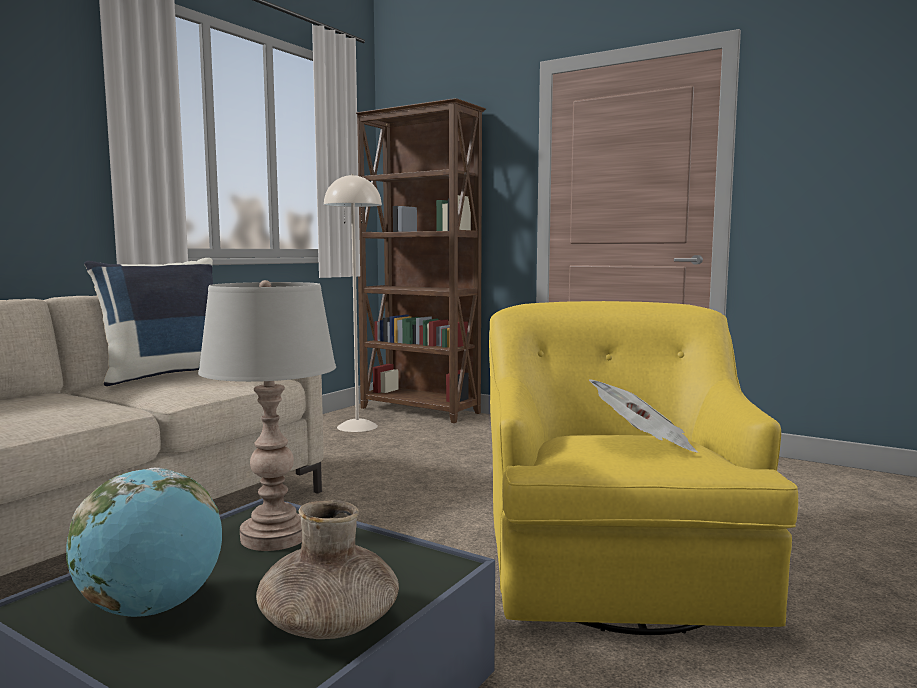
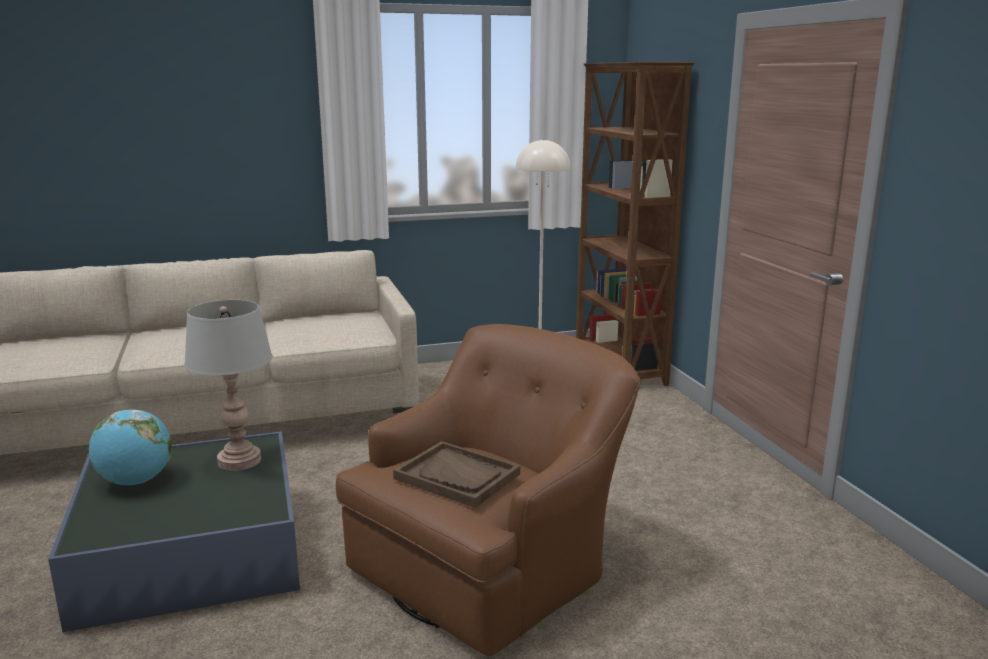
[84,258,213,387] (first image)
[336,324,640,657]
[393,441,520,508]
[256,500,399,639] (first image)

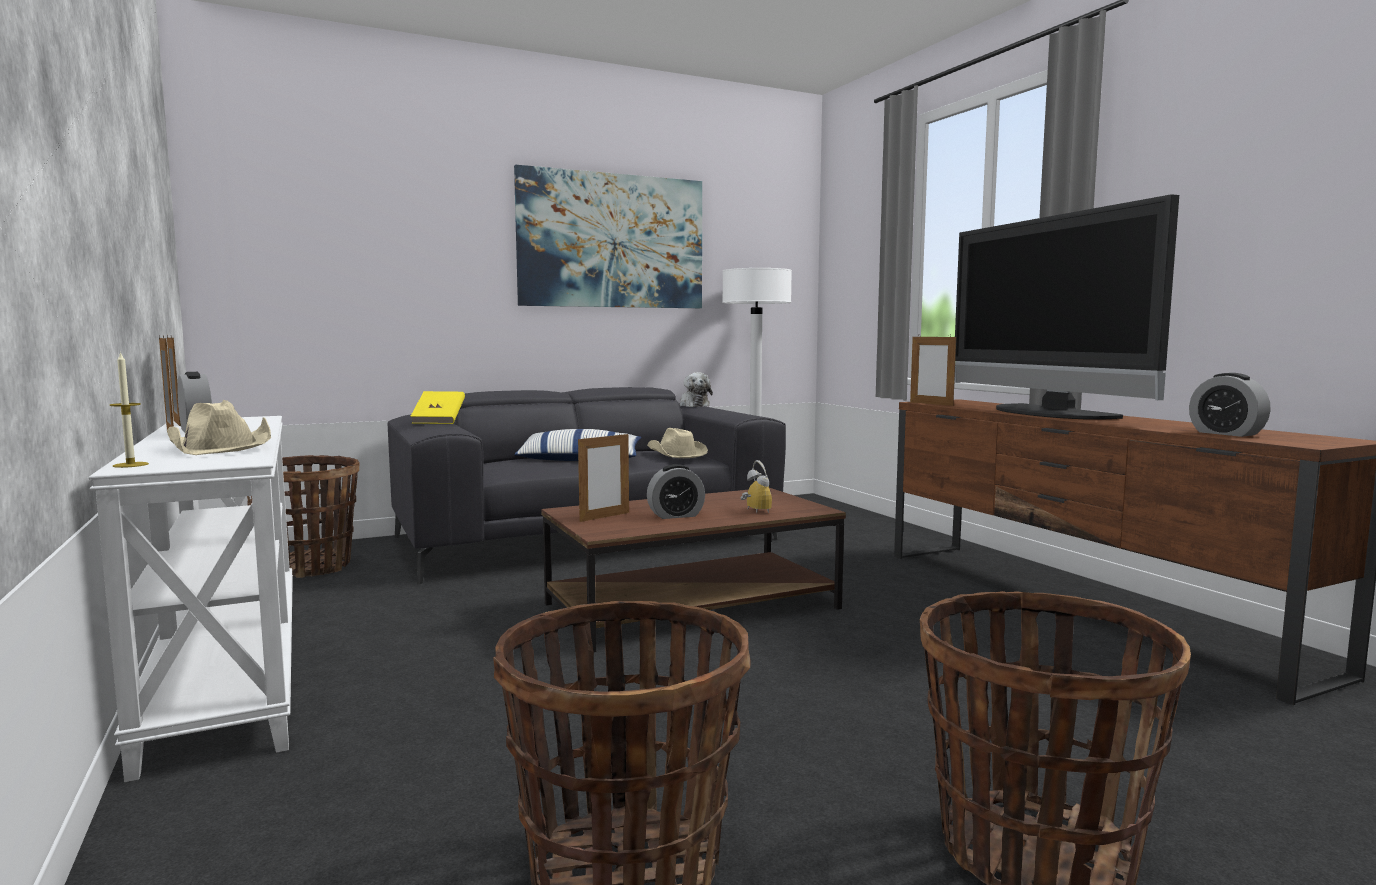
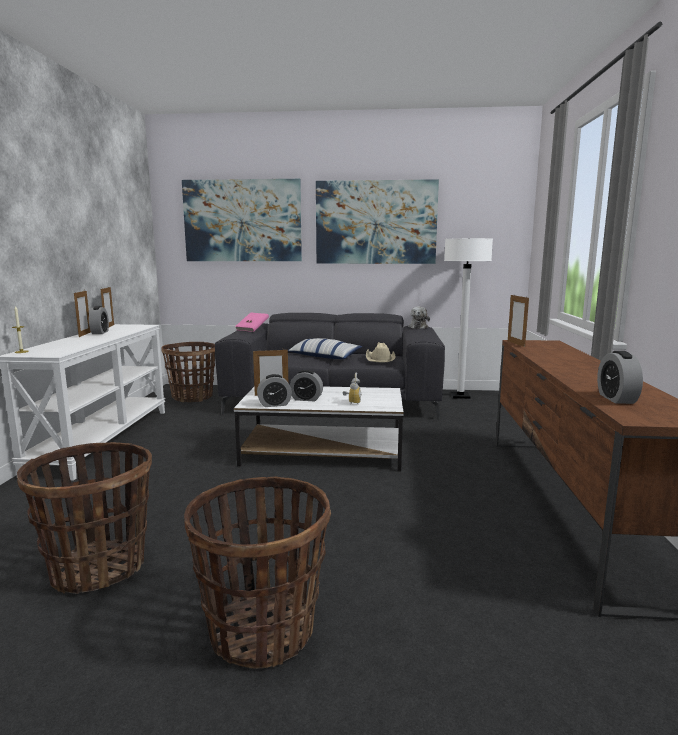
[955,194,1179,420] (first image)
[235,313,269,332]
[167,400,271,455] (first image)
[234,387,404,472]
[182,179,302,261]
[257,374,292,407]

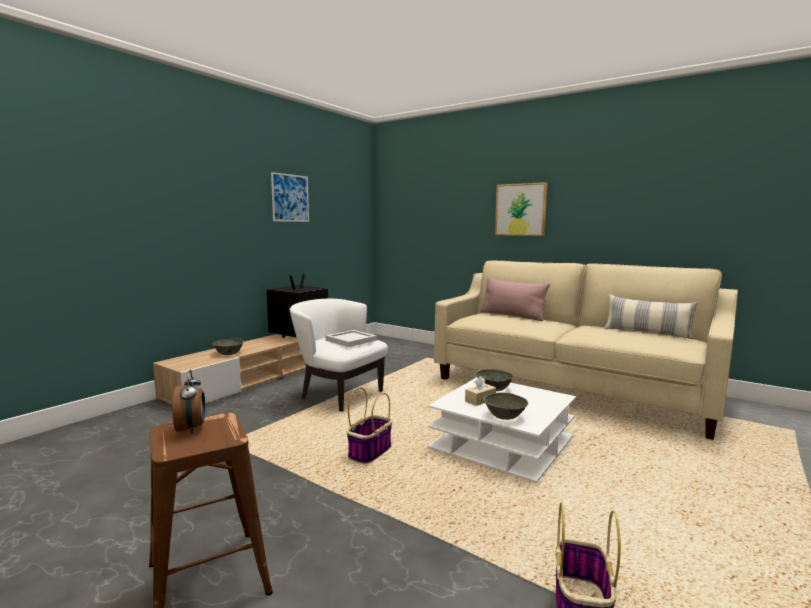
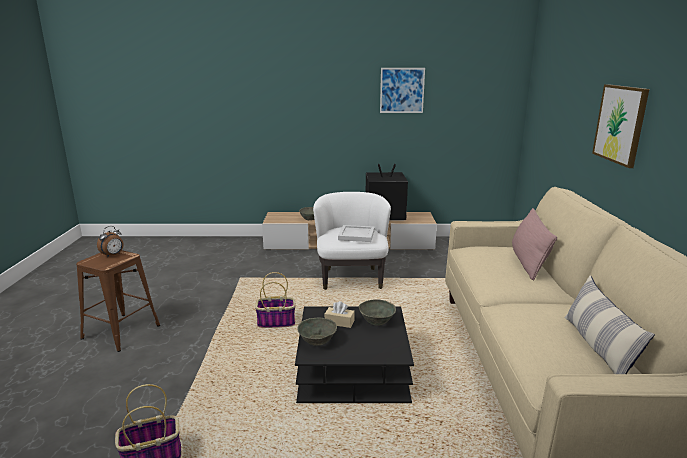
[295,307,414,403]

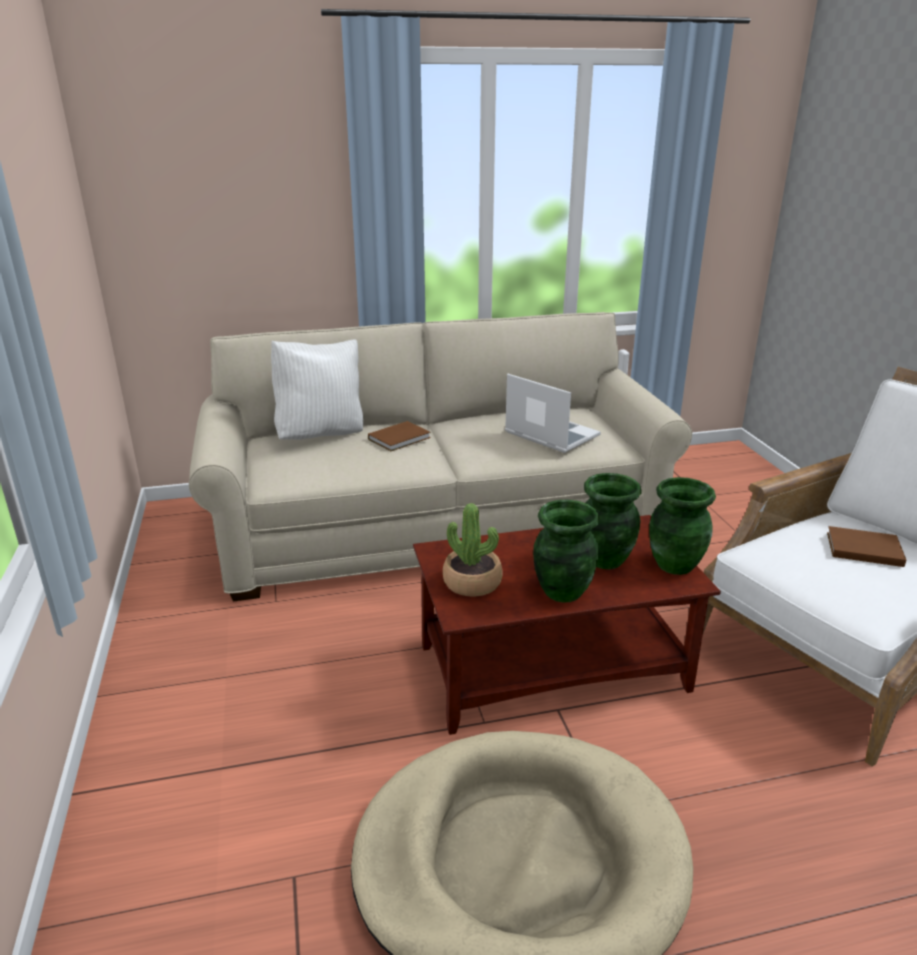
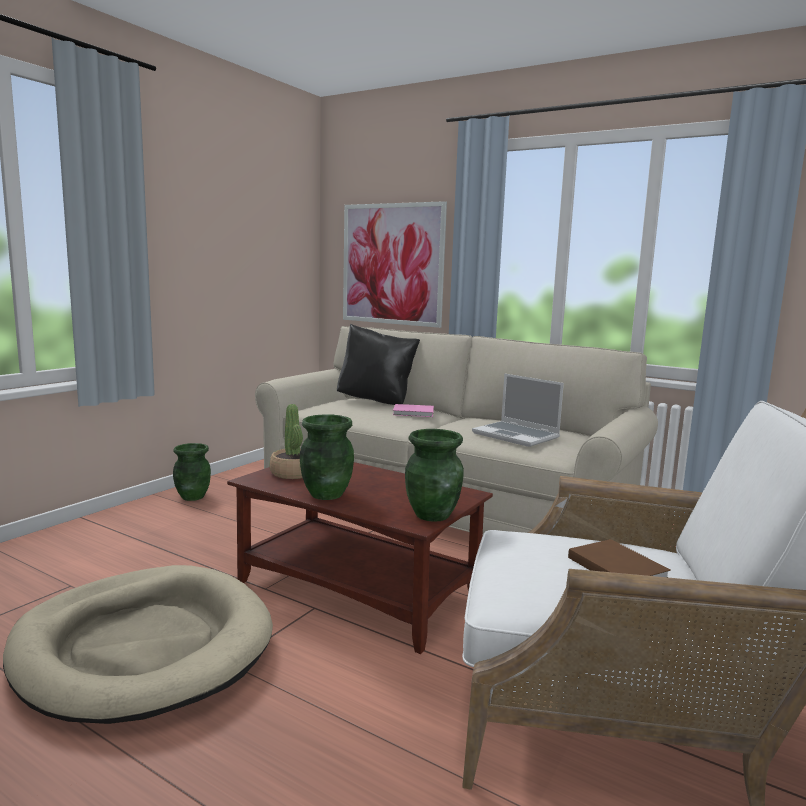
[337,323,420,405]
[472,374,564,447]
[393,404,434,417]
[173,443,211,501]
[343,201,447,328]

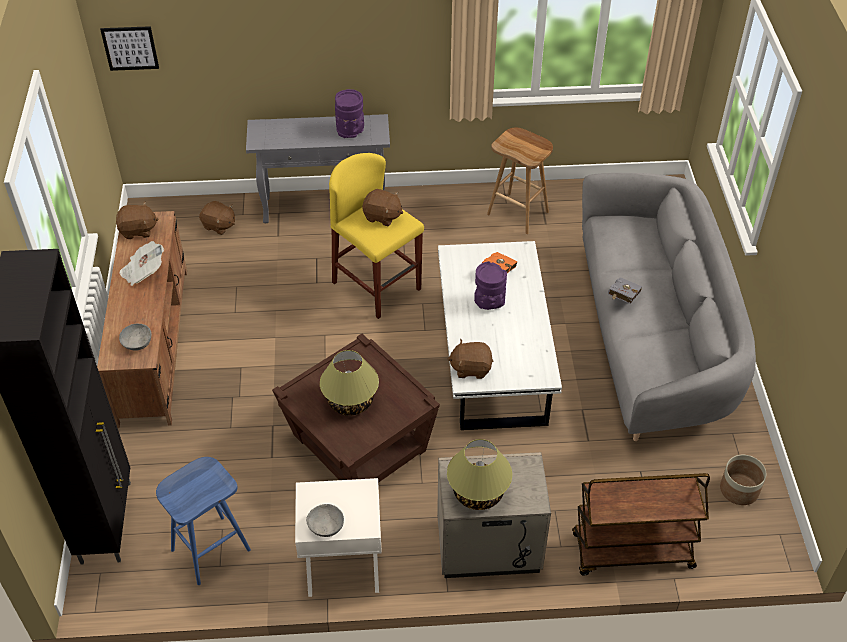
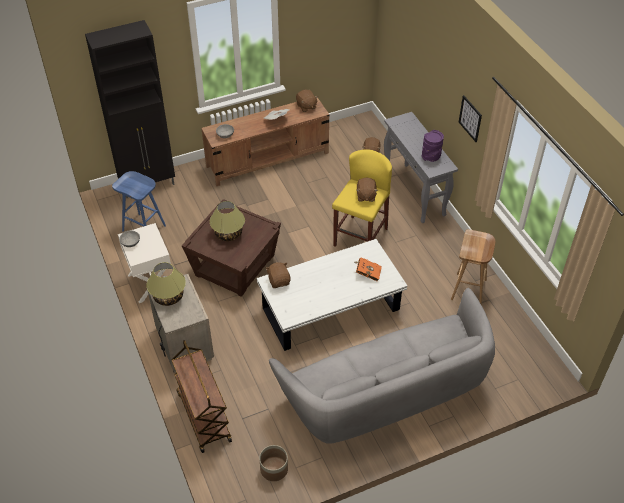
[459,95,482,142]
[474,261,507,310] (first image)
[608,277,643,304] (first image)

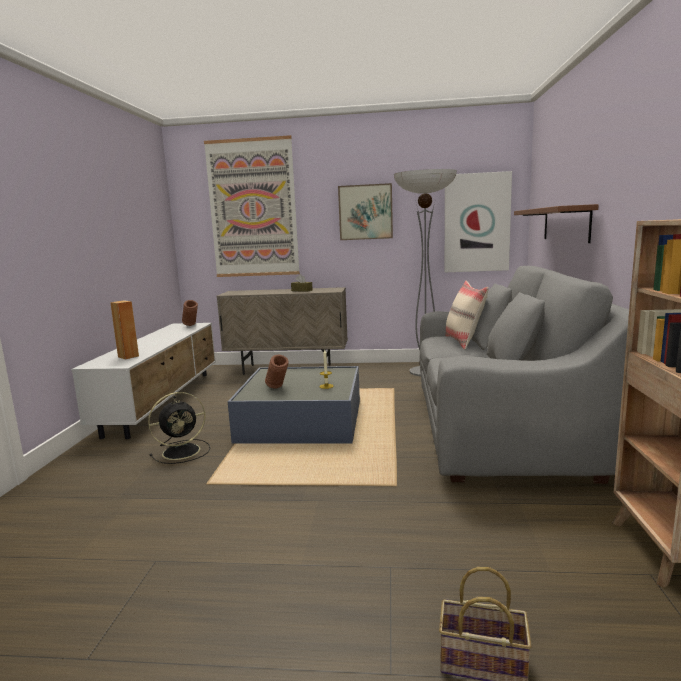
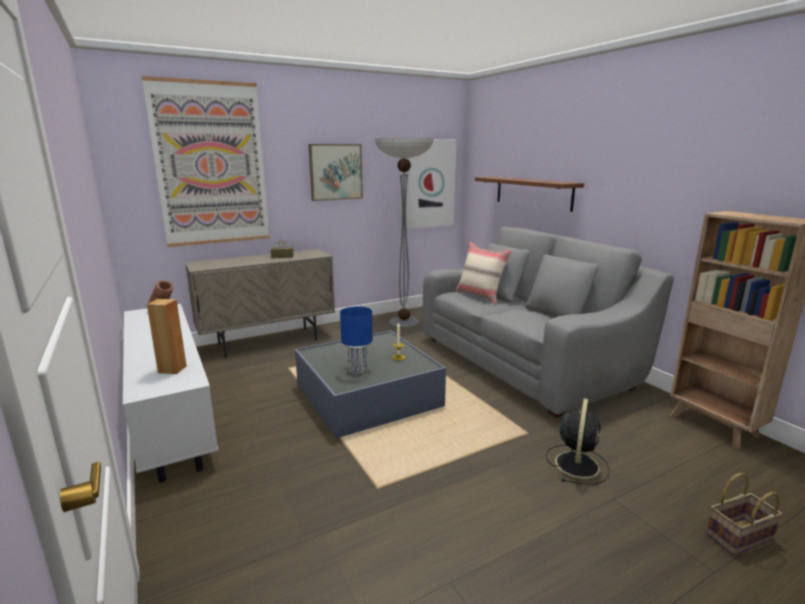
[340,306,373,374]
[546,398,609,485]

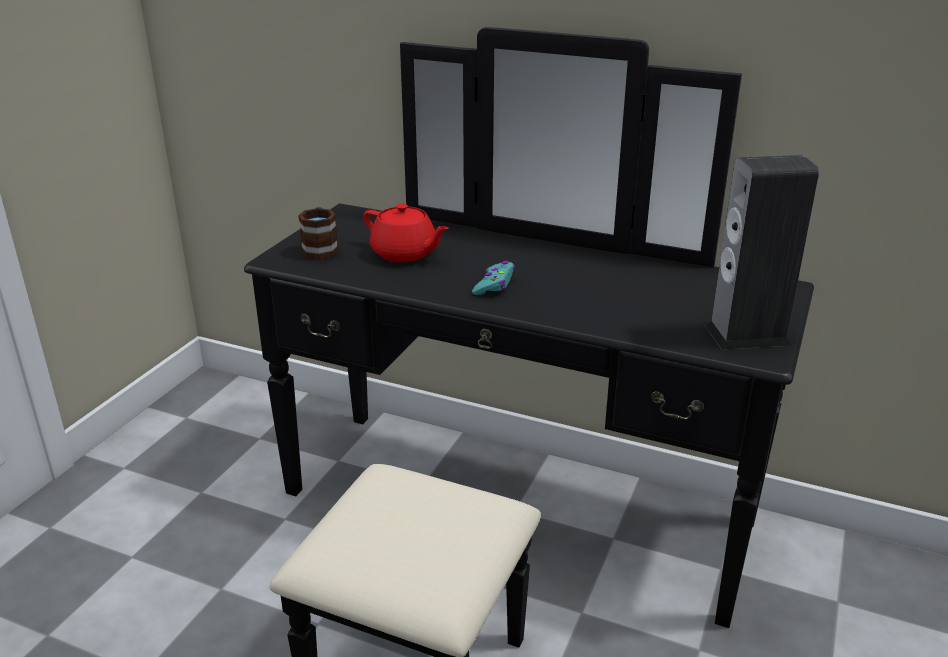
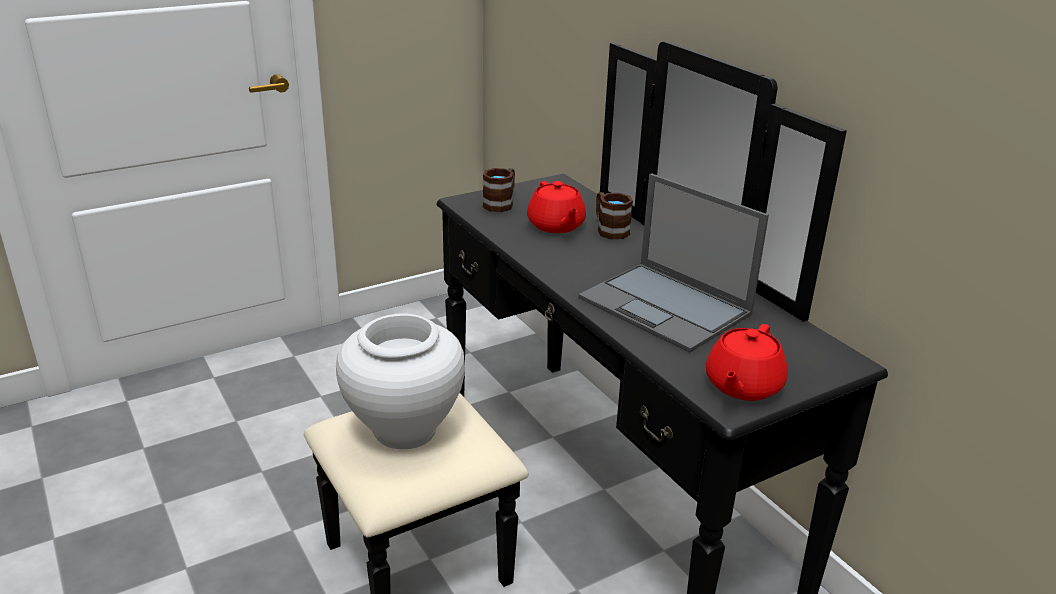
[706,324,788,401]
[472,261,515,295] (first image)
[578,173,769,352]
[596,192,633,239]
[336,313,465,449]

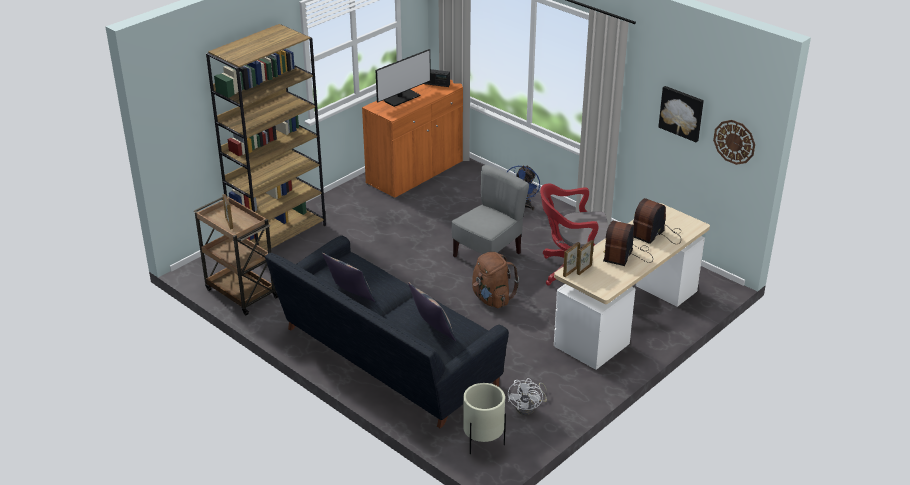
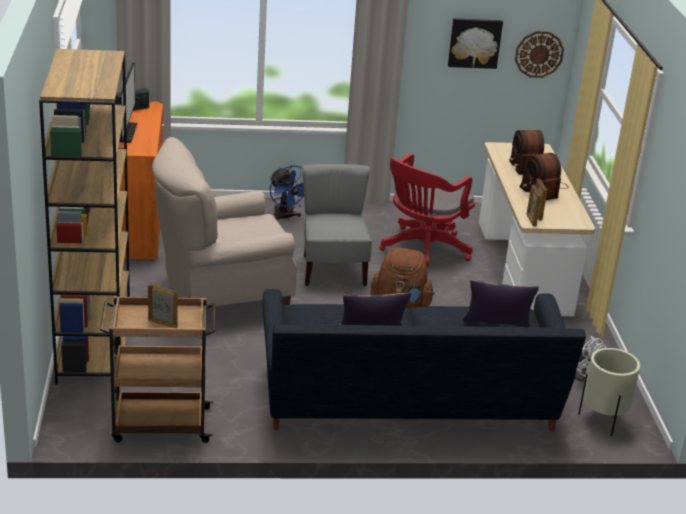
[152,137,297,306]

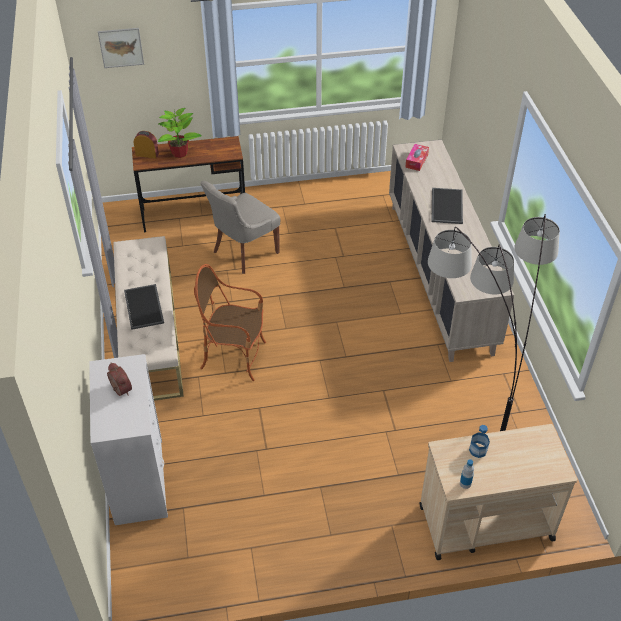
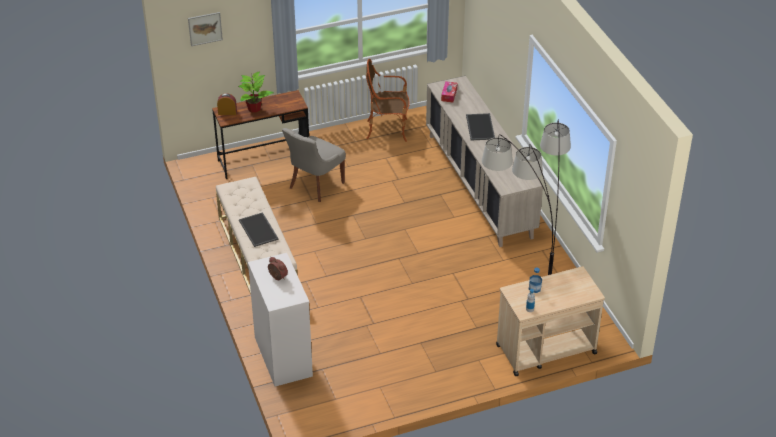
[366,59,410,142]

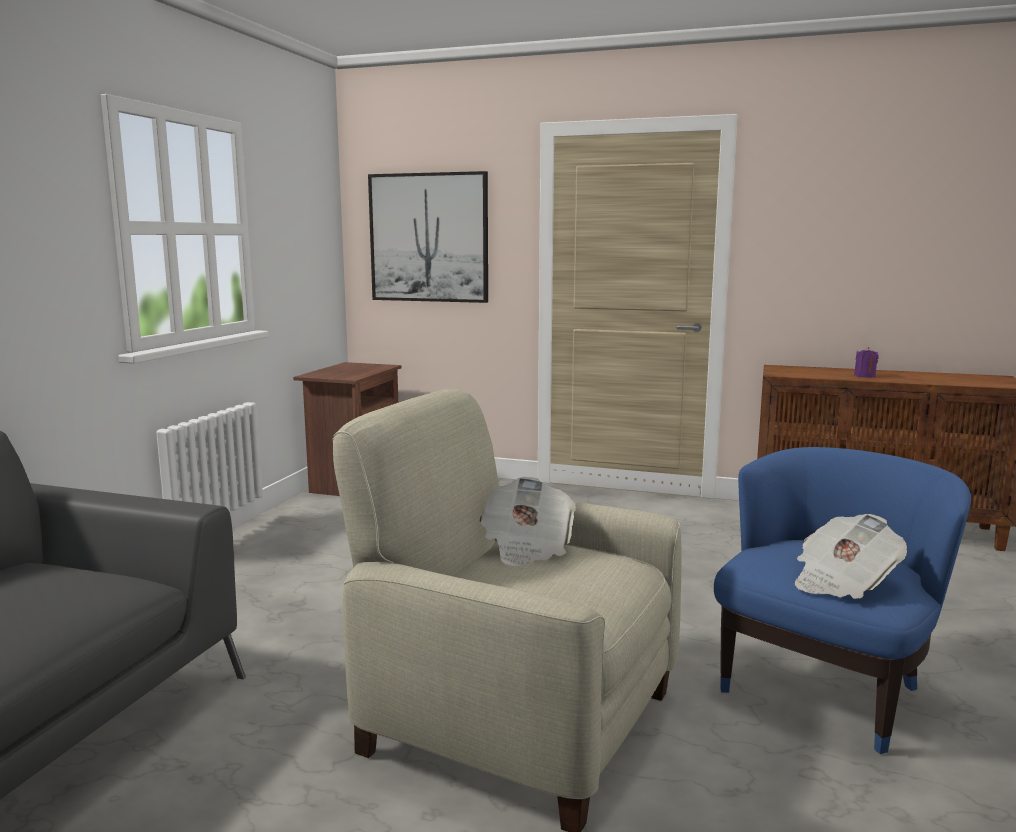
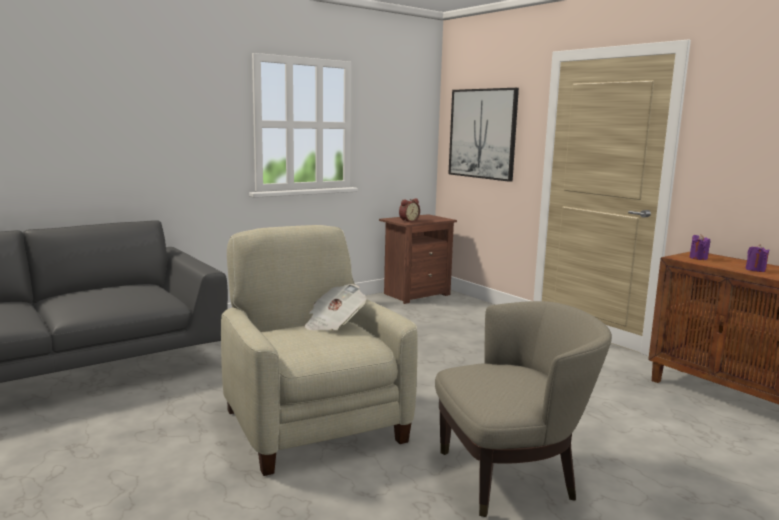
[435,301,612,517]
[794,514,907,599] (first image)
[399,199,420,222]
[690,234,710,260]

